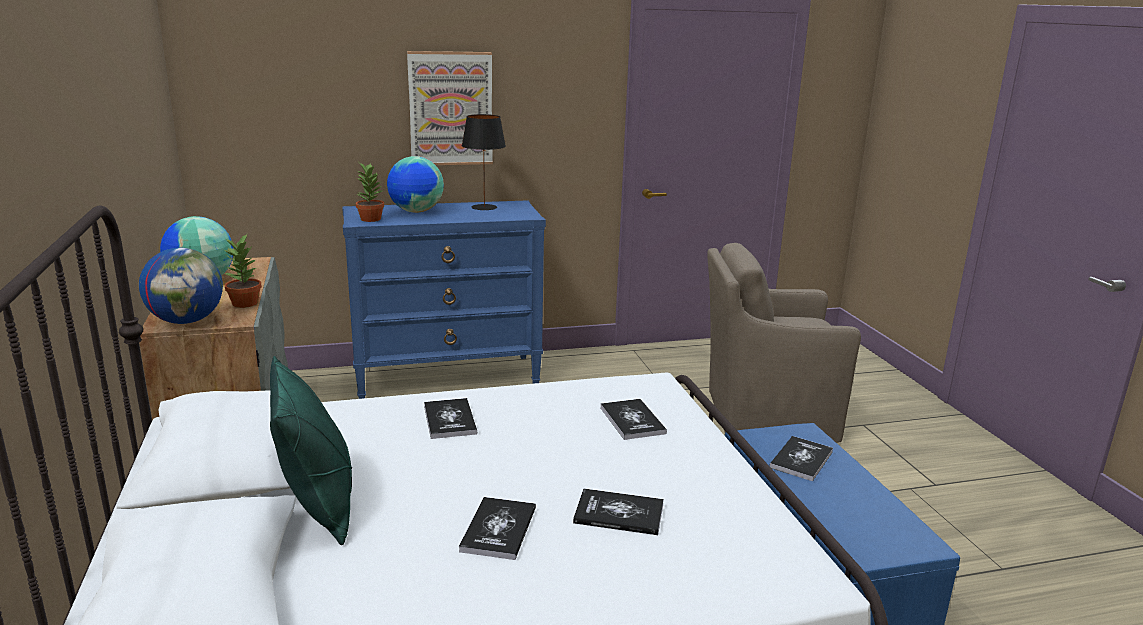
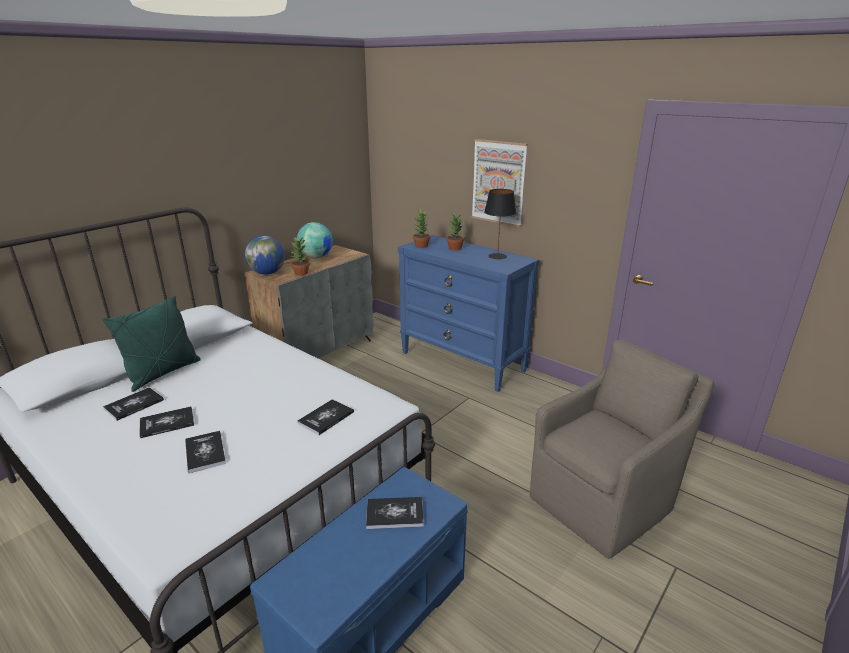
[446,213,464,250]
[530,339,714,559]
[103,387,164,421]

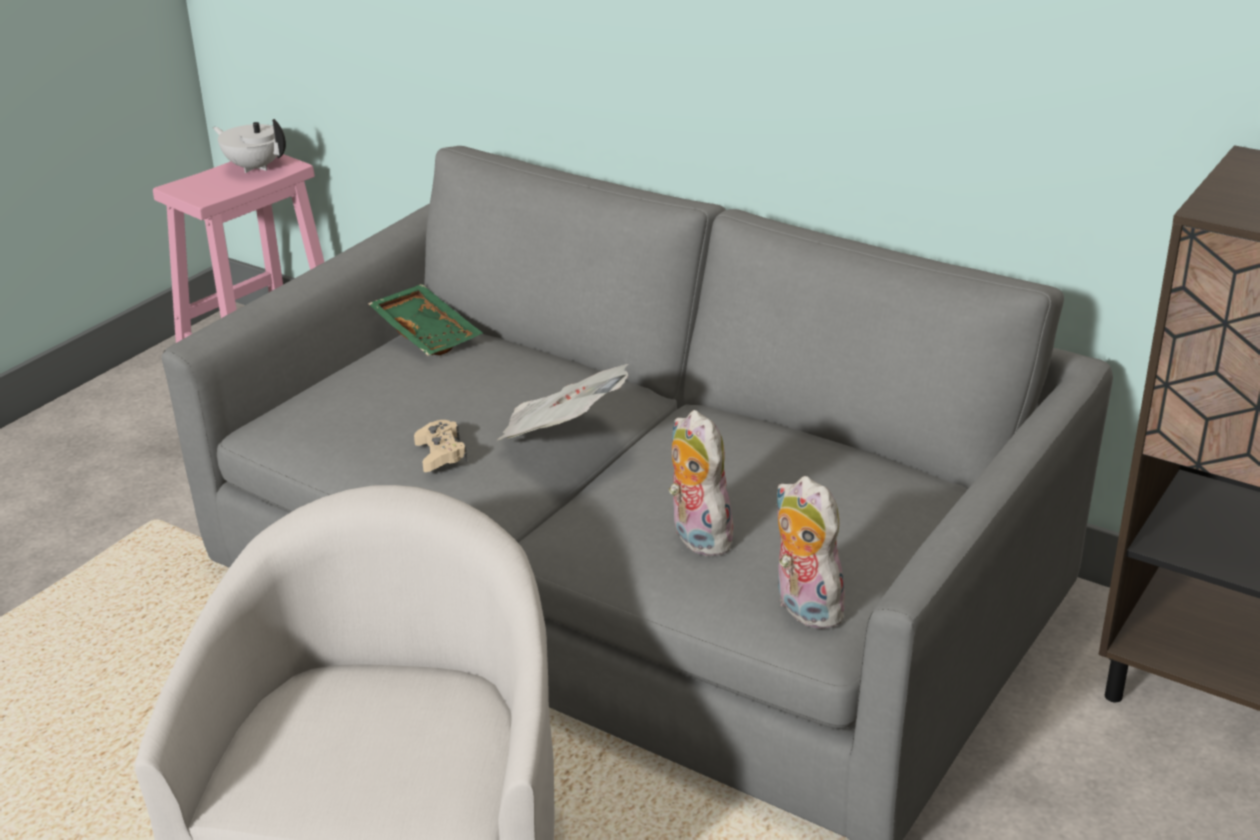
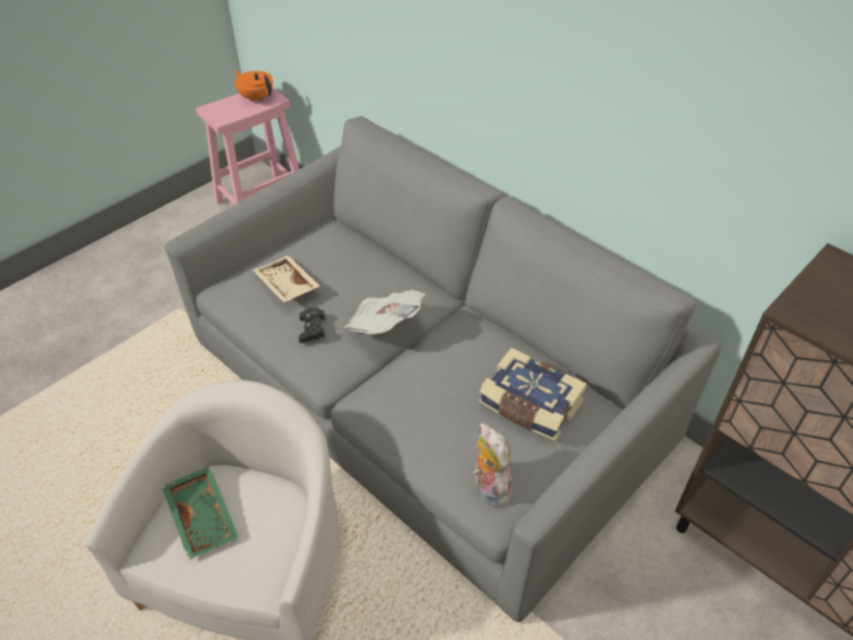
[234,70,273,102]
[162,466,238,560]
[669,410,733,556] (first image)
[298,308,325,343]
[253,255,320,303]
[479,348,587,442]

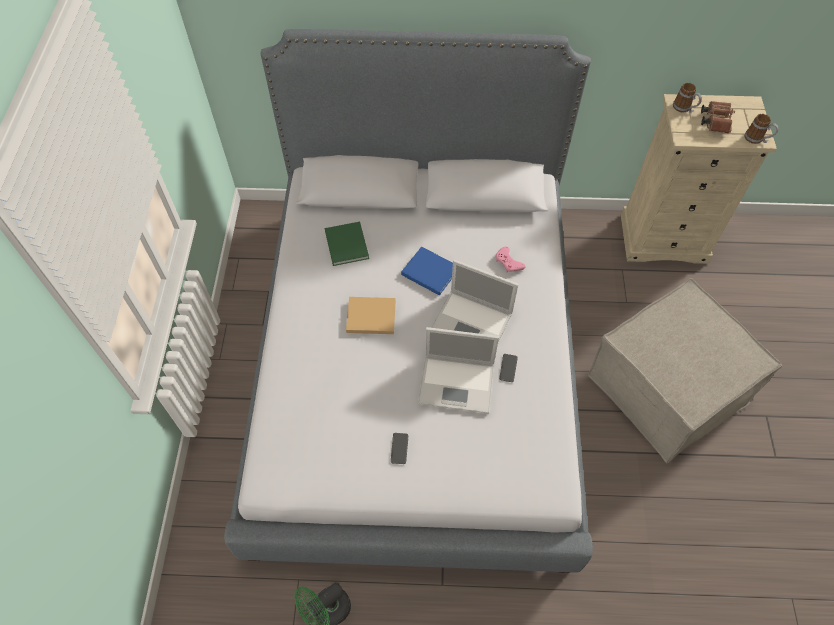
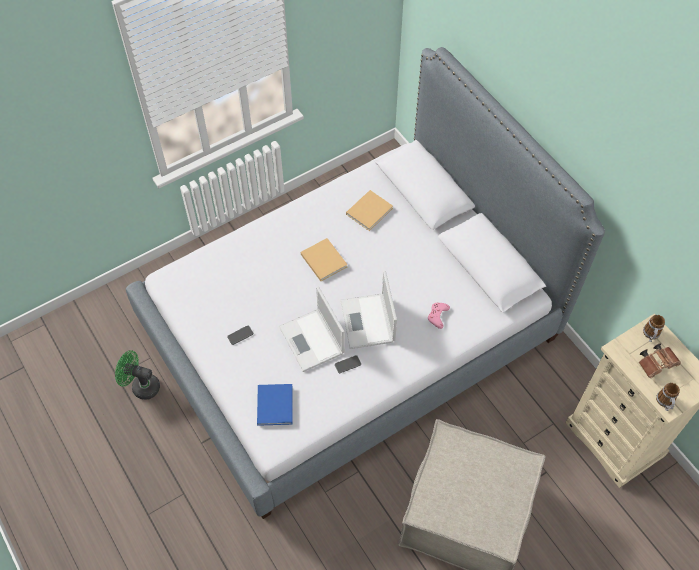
[346,190,393,231]
[257,384,292,426]

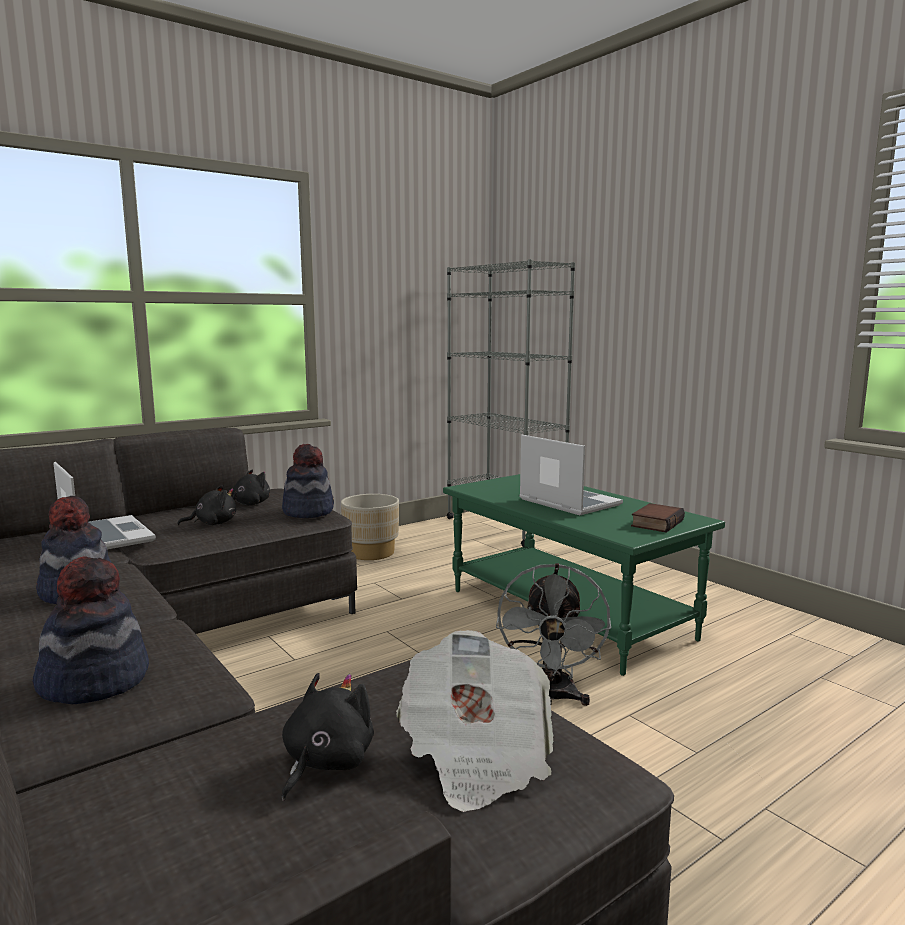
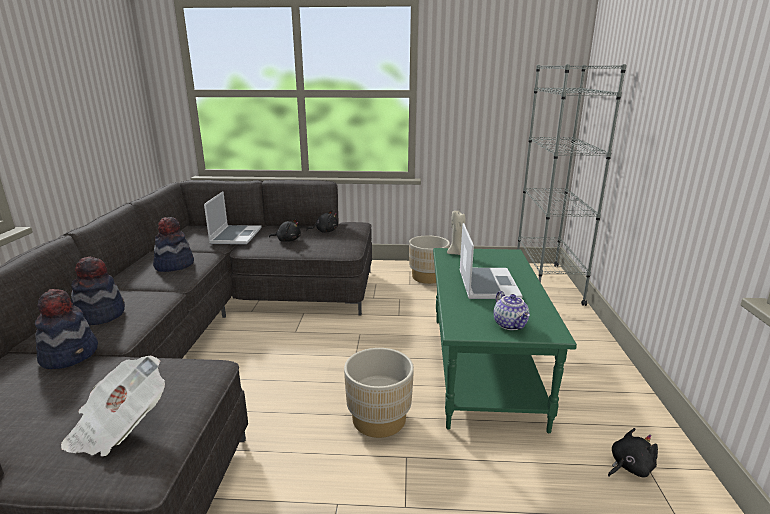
[35,289,98,369]
[494,291,530,330]
[344,348,414,438]
[608,428,658,478]
[447,211,465,255]

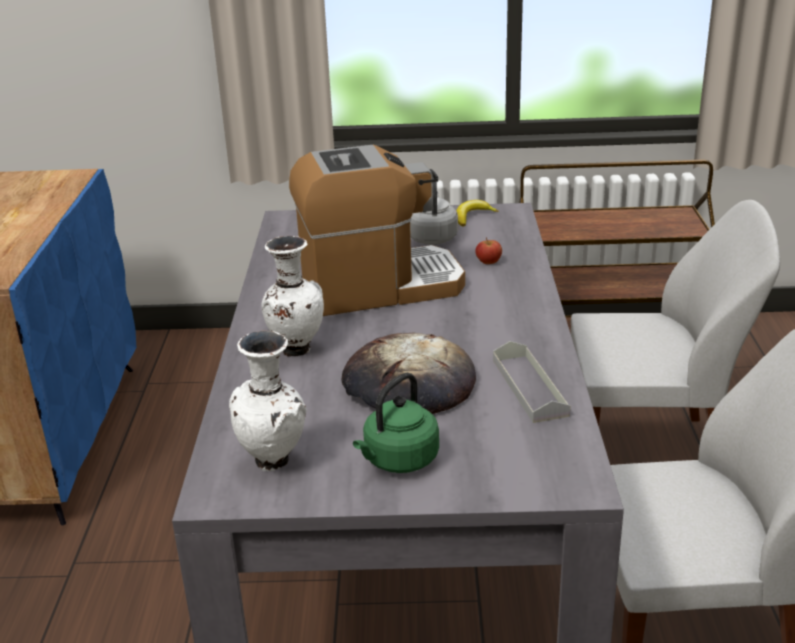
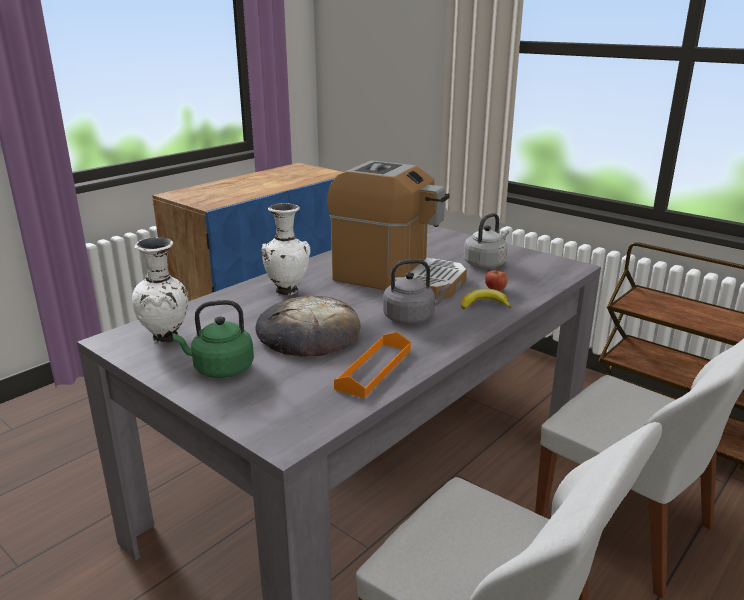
[461,289,511,309]
[334,332,411,398]
[383,259,450,325]

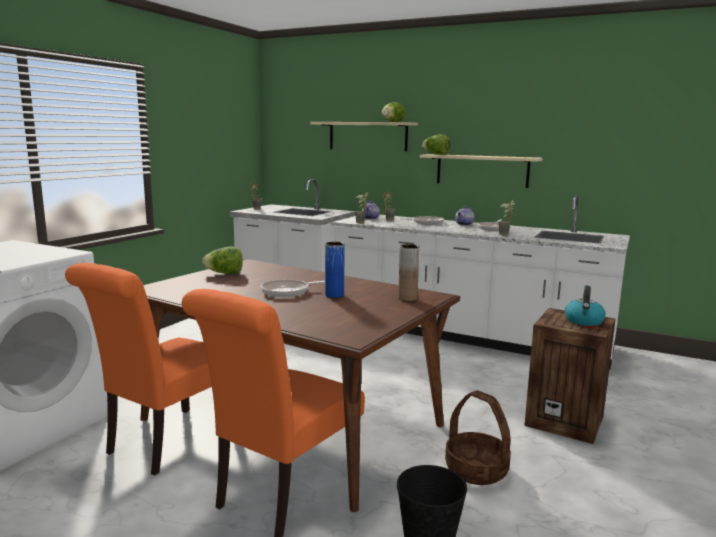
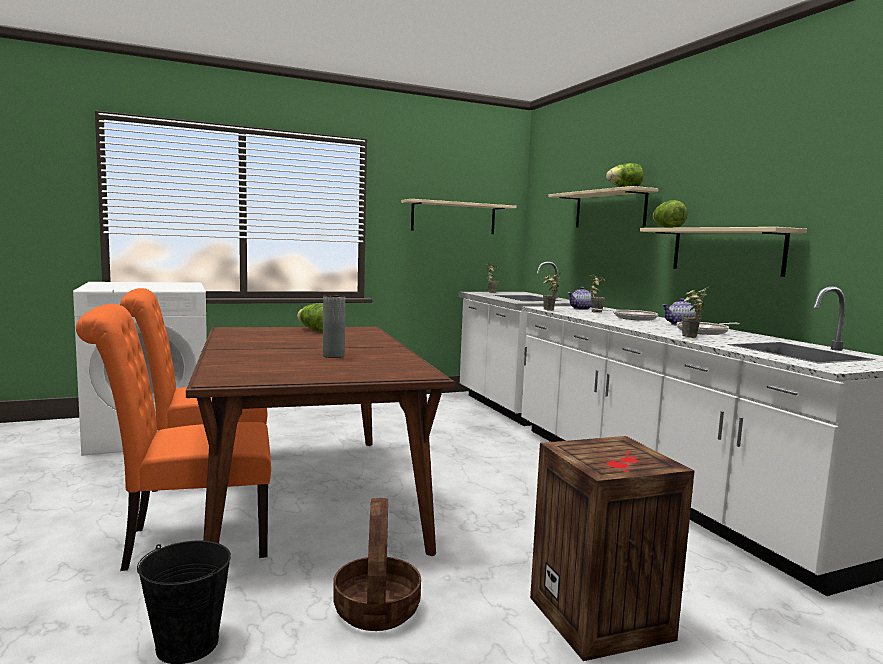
[323,295,345,358]
[398,244,420,301] (first image)
[261,279,325,297] (first image)
[565,286,606,326] (first image)
[401,199,516,234]

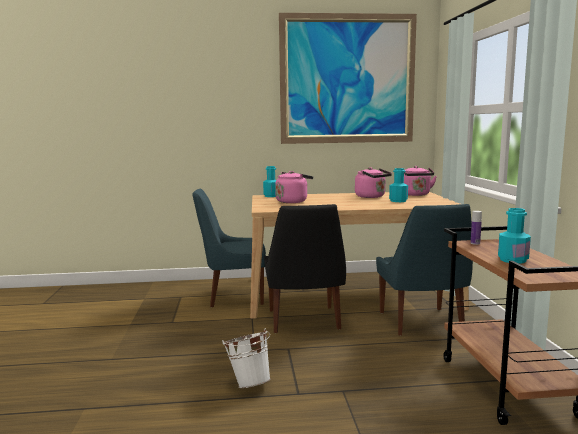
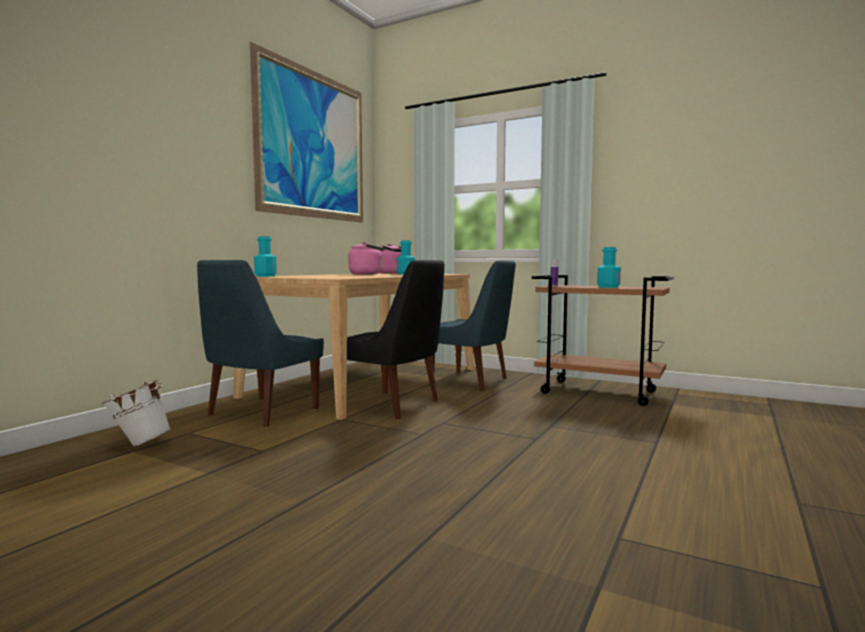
[275,171,313,203] (first image)
[102,380,171,447]

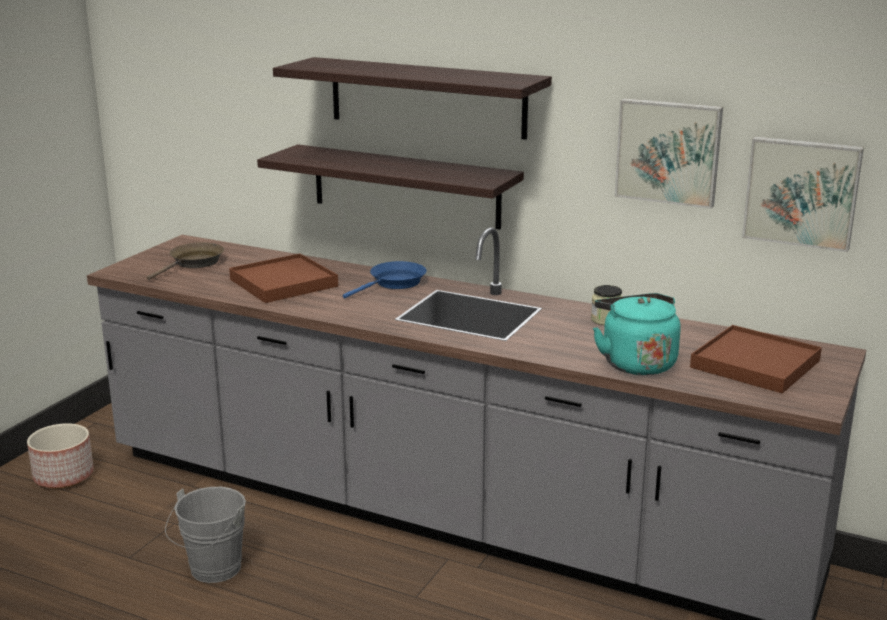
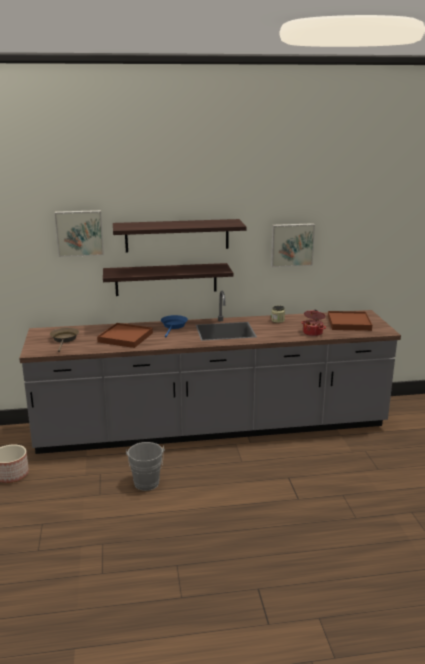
[55,210,104,257]
[301,310,326,336]

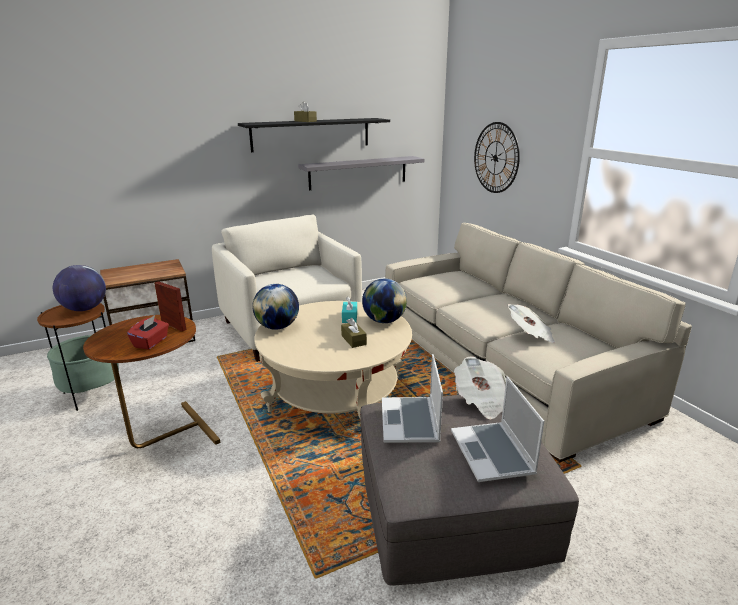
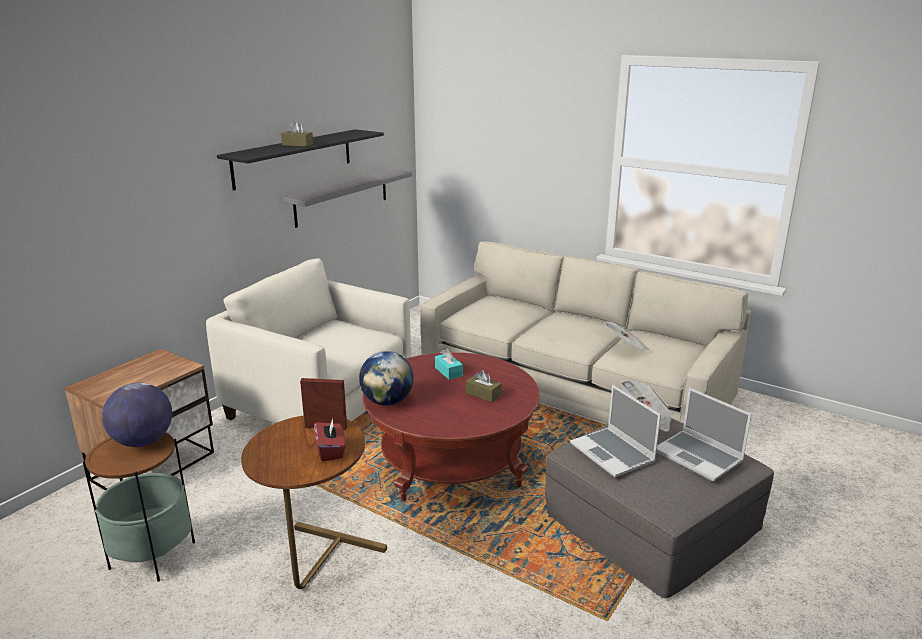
[474,122,520,193] (first image)
[362,279,407,323] (first image)
[362,352,540,501]

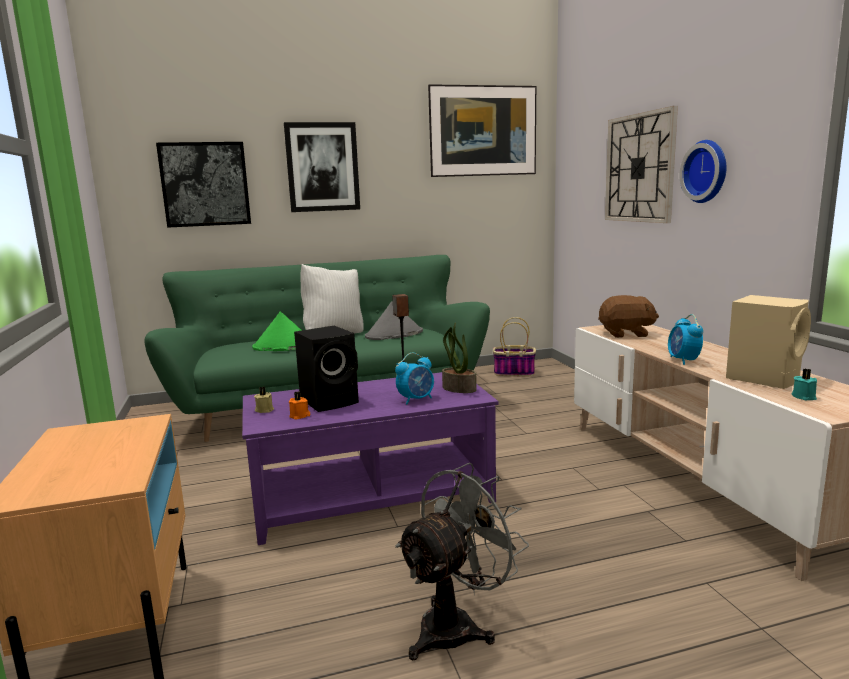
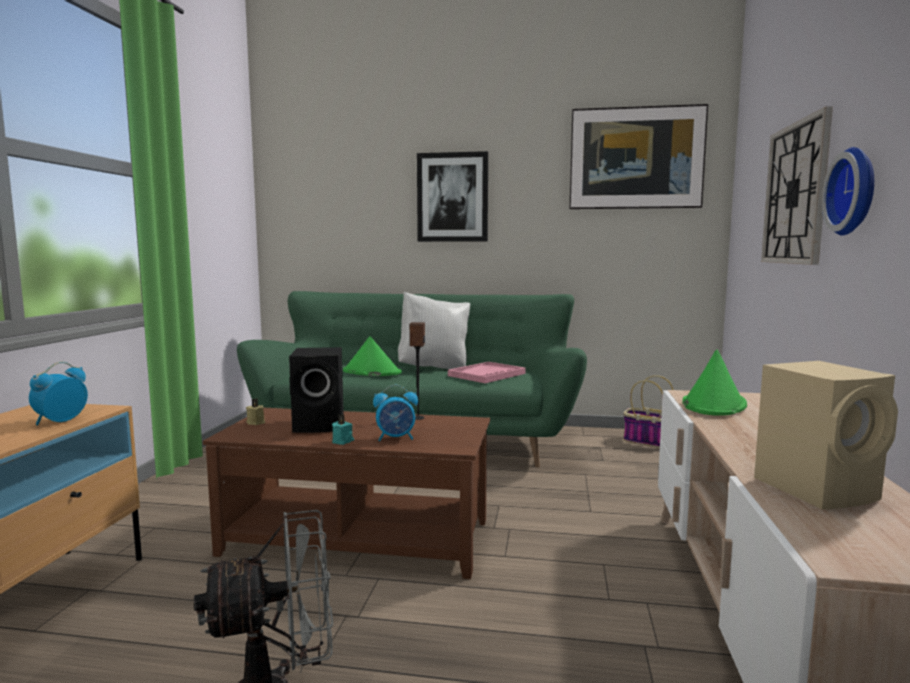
[156,142,251,228] (first image)
[683,350,747,416]
[448,362,526,383]
[29,362,88,426]
[442,322,477,393] (first image)
[332,415,354,445]
[203,408,490,579]
[289,392,310,420] (first image)

